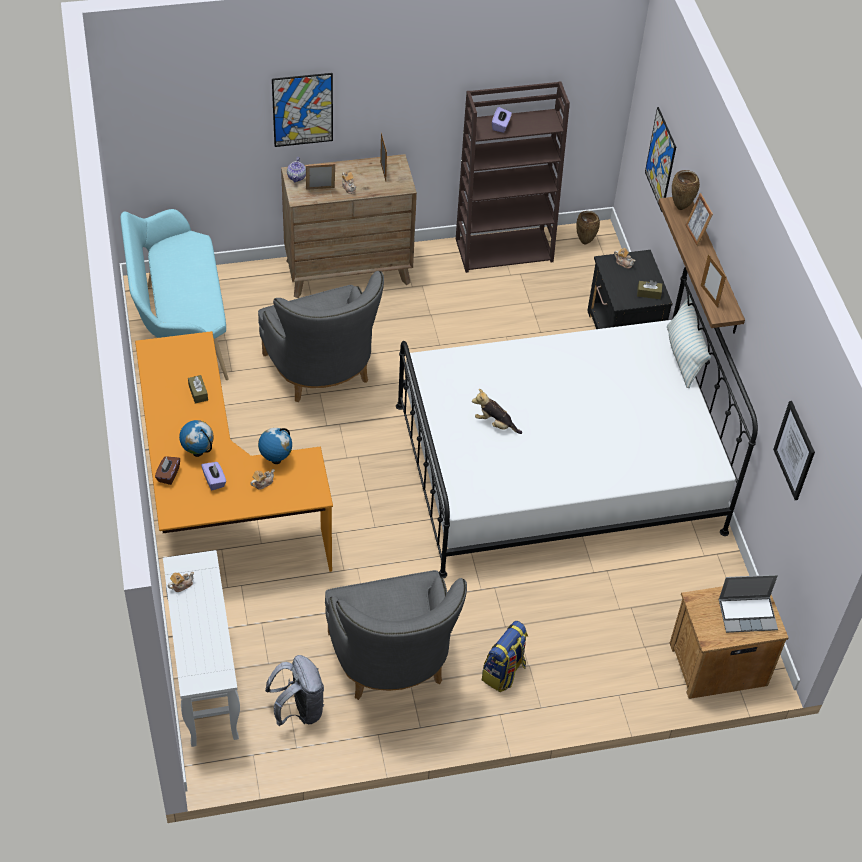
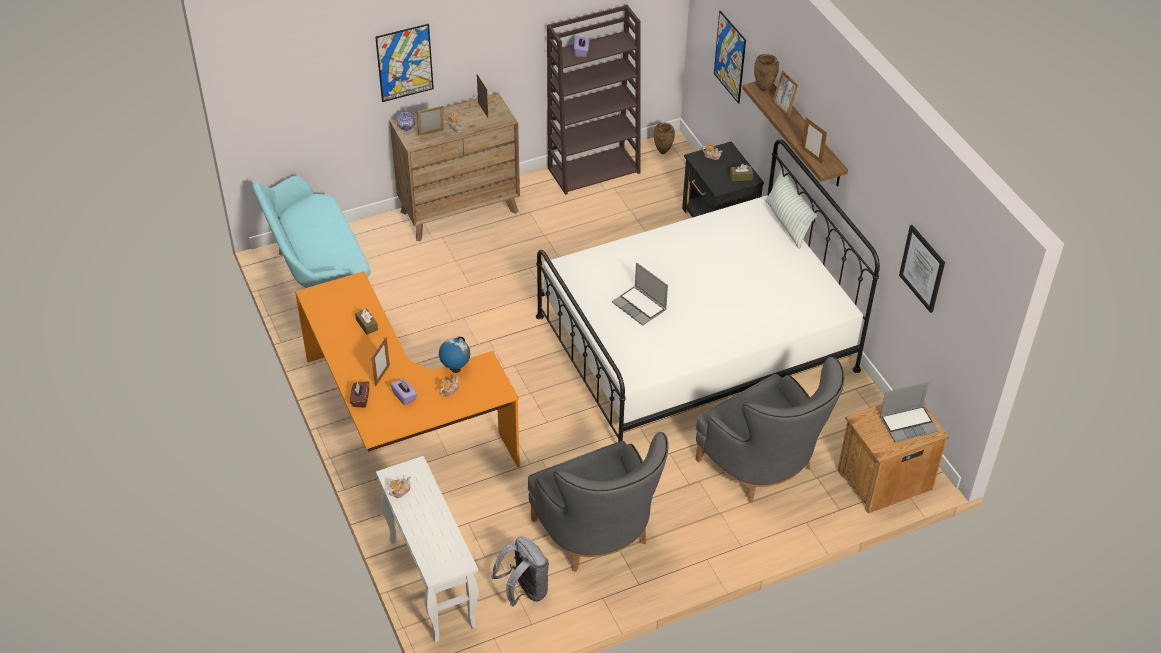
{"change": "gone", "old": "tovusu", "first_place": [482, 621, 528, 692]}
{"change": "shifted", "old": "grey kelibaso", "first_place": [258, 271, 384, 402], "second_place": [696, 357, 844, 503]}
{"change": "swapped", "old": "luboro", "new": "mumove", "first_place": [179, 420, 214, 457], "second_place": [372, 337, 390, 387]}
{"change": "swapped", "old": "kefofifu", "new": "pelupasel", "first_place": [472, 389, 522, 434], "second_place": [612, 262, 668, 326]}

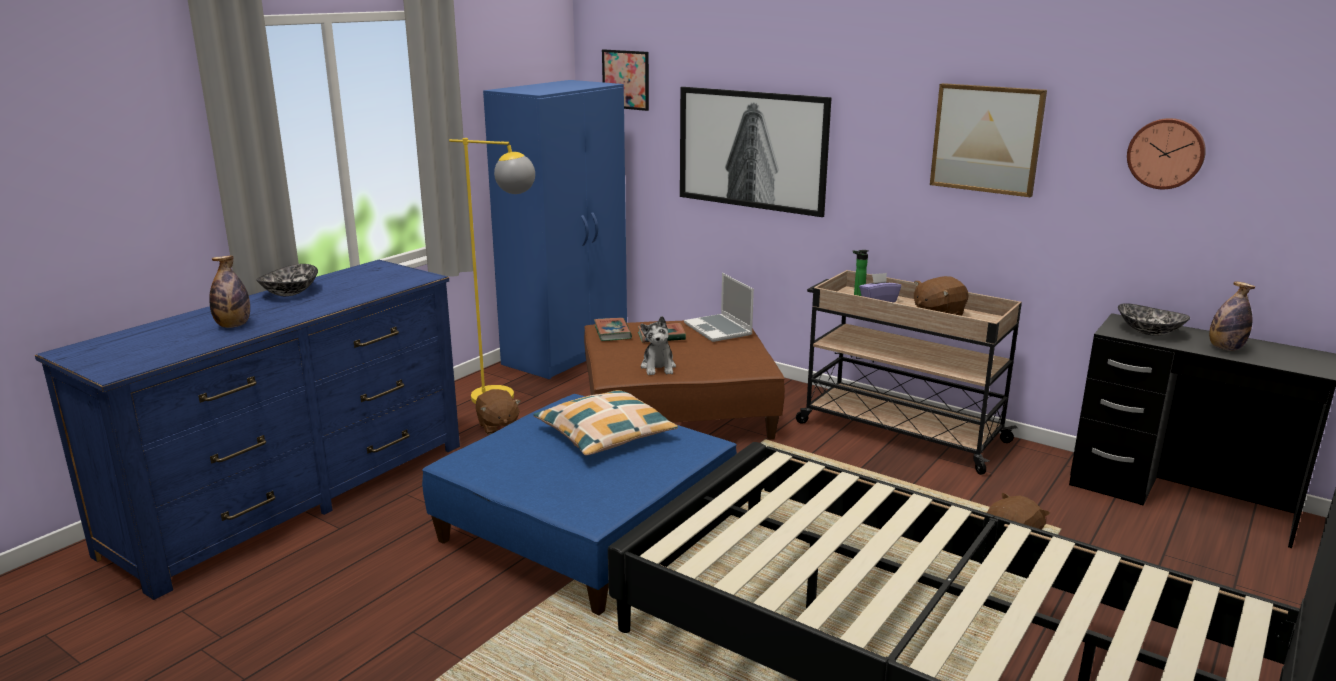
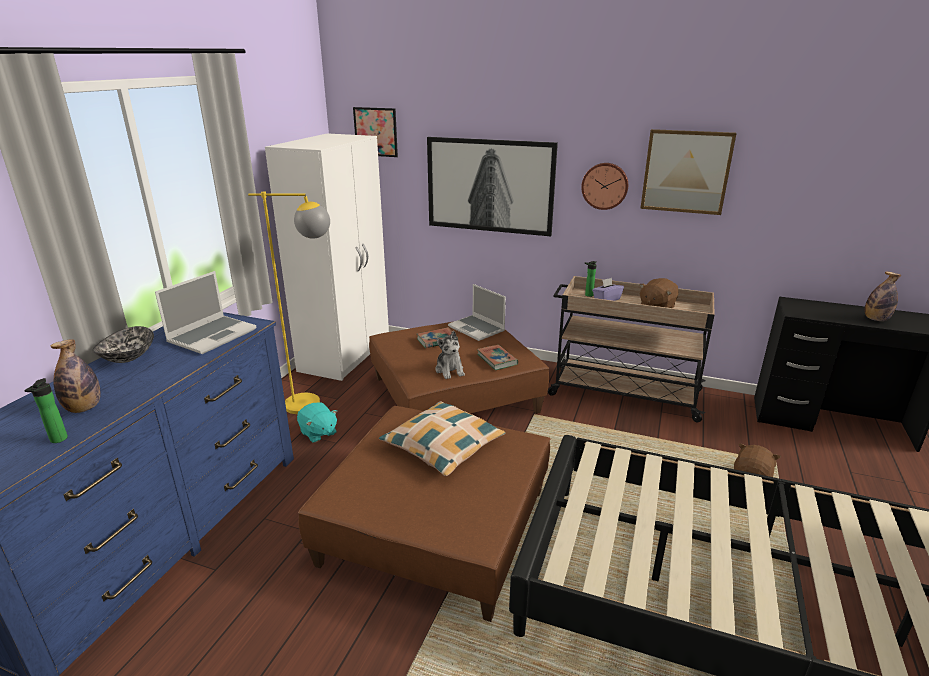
{"change": "gone", "old": "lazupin", "first_place": [1118, 303, 1190, 336]}
{"change": "new", "new": "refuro", "second_place": [24, 378, 68, 443]}
{"change": "new", "new": "pelupasel", "second_place": [155, 271, 256, 354]}
{"change": "shifted", "old": "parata", "first_place": [594, 318, 632, 341], "second_place": [477, 345, 518, 370]}
{"change": "shifted", "old": "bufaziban", "first_place": [1127, 118, 1206, 189], "second_place": [581, 163, 628, 210]}
{"change": "repainted", "old": "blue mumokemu", "new": "brown mumokemu", "first_place": [422, 394, 737, 615], "second_place": [298, 406, 550, 622]}
{"change": "repainted", "old": "brown kefofifu", "new": "turquoise kefofifu", "first_place": [475, 389, 521, 435], "second_place": [297, 403, 337, 443]}
{"change": "repainted", "old": "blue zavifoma", "new": "white zavifoma", "first_place": [483, 80, 627, 379], "second_place": [265, 133, 389, 381]}

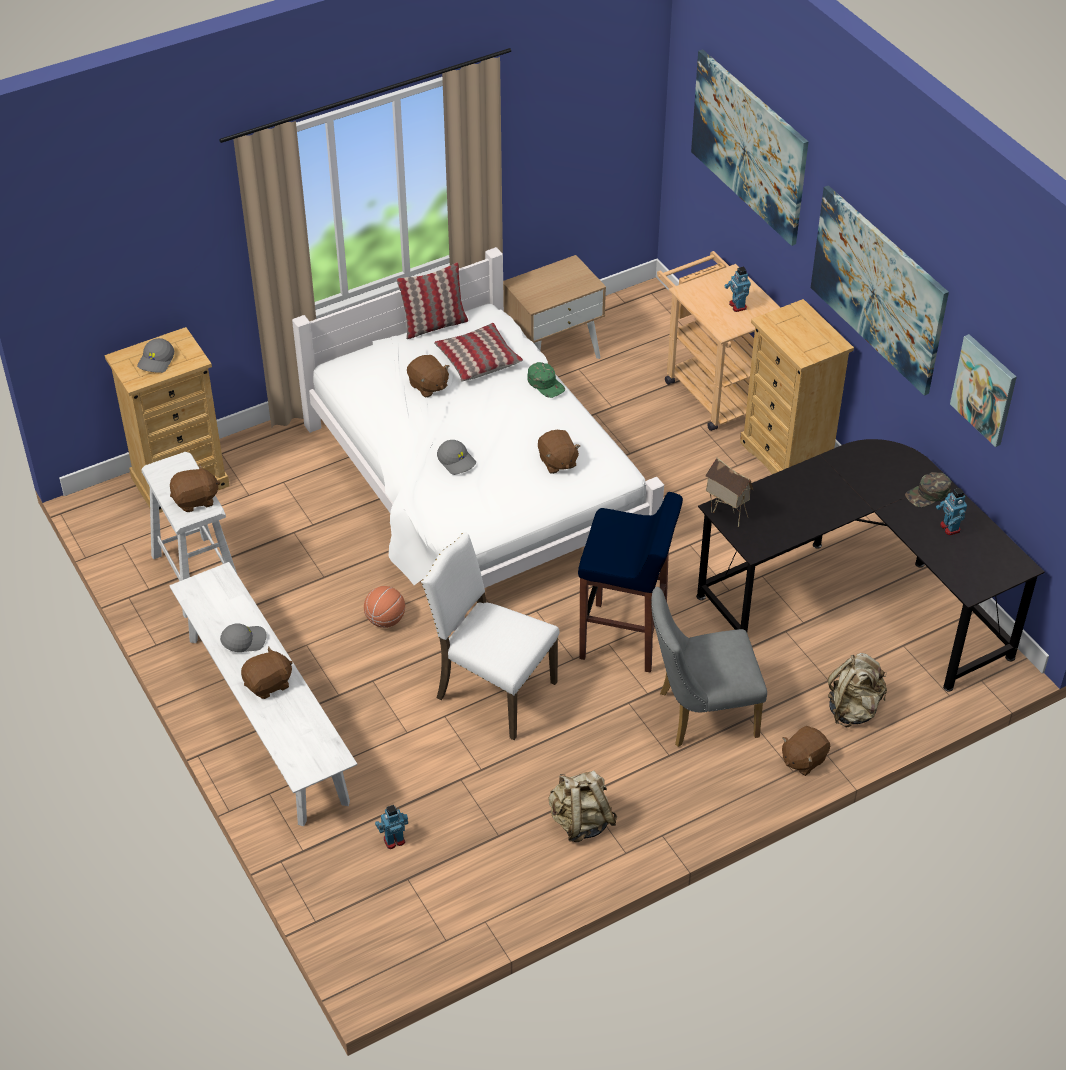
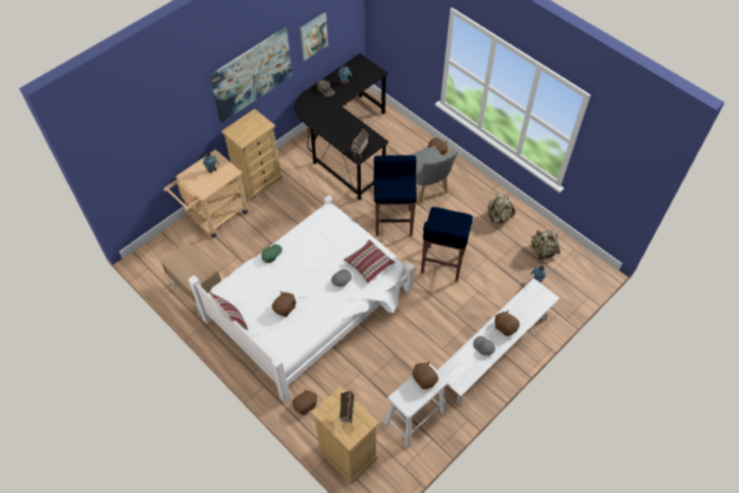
{"change": "gone", "old": "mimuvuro", "first_place": [364, 586, 405, 628]}
{"change": "gone", "old": "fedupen", "first_place": [691, 49, 809, 246]}
{"change": "shifted", "old": "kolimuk", "first_place": [434, 323, 523, 382], "second_place": [344, 240, 395, 283]}
{"change": "shifted", "old": "brown kefofifu", "first_place": [538, 430, 580, 474], "second_place": [292, 388, 317, 415]}
{"change": "shifted", "old": "beige tovusu", "first_place": [828, 653, 887, 727], "second_place": [531, 230, 560, 260]}
{"change": "swapped", "old": "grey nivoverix", "new": "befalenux", "first_place": [137, 338, 174, 373], "second_place": [340, 390, 355, 429]}
{"change": "swapped", "old": "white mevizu", "new": "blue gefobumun", "first_place": [421, 532, 560, 740], "second_place": [421, 207, 473, 282]}

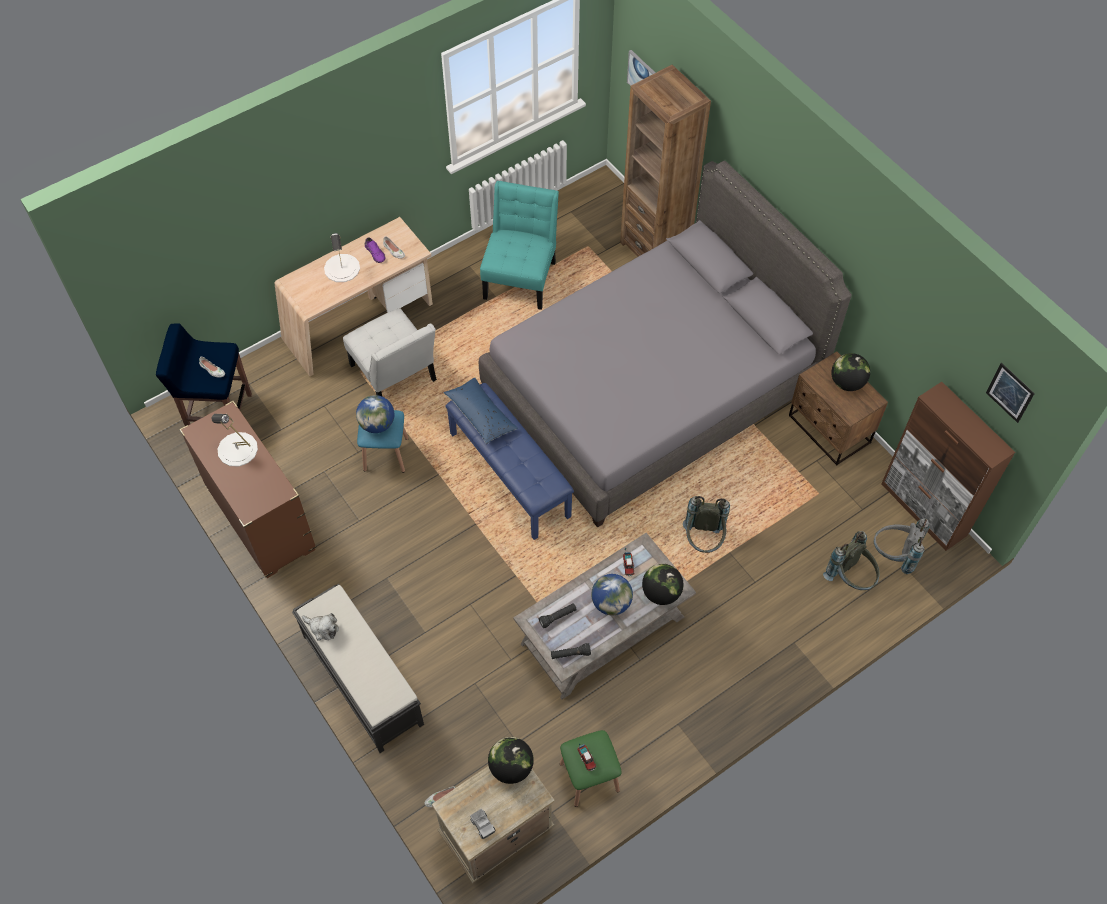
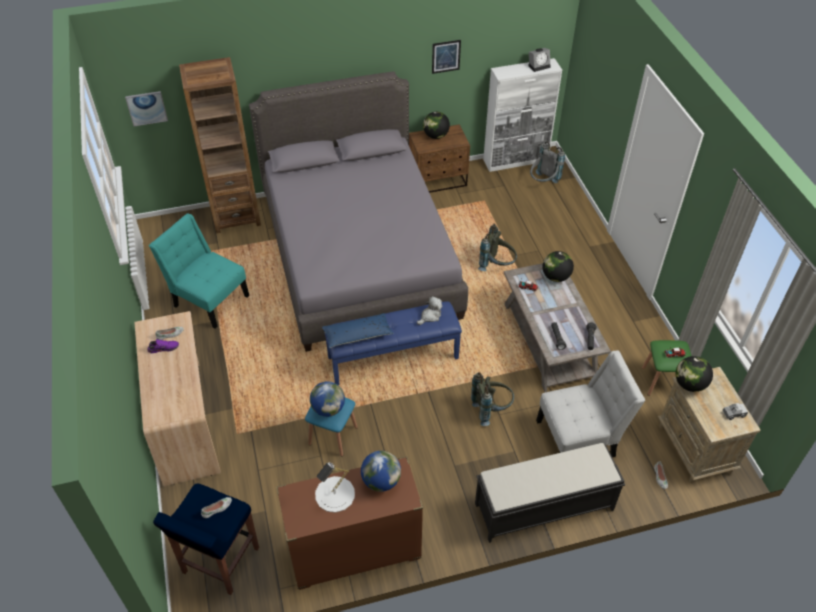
{"change": "gone", "old": "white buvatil", "first_place": [324, 233, 360, 282]}
{"change": "new", "new": "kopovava", "second_place": [528, 48, 550, 72]}
{"change": "shifted", "old": "kefofifu", "first_place": [302, 613, 339, 641], "second_place": [417, 296, 442, 325]}
{"change": "shifted", "old": "white mevizu", "first_place": [343, 308, 437, 397], "second_place": [536, 351, 645, 457]}
{"change": "shifted", "old": "luboro", "first_place": [591, 574, 633, 615], "second_place": [361, 451, 401, 492]}
{"change": "shifted", "old": "grey tovusu", "first_place": [823, 531, 880, 590], "second_place": [471, 372, 514, 426]}
{"change": "shifted", "old": "fedupen", "first_place": [986, 363, 1035, 423], "second_place": [432, 40, 461, 74]}
{"change": "repainted", "old": "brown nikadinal", "new": "white nikadinal", "first_place": [881, 382, 1015, 551], "second_place": [483, 58, 562, 172]}

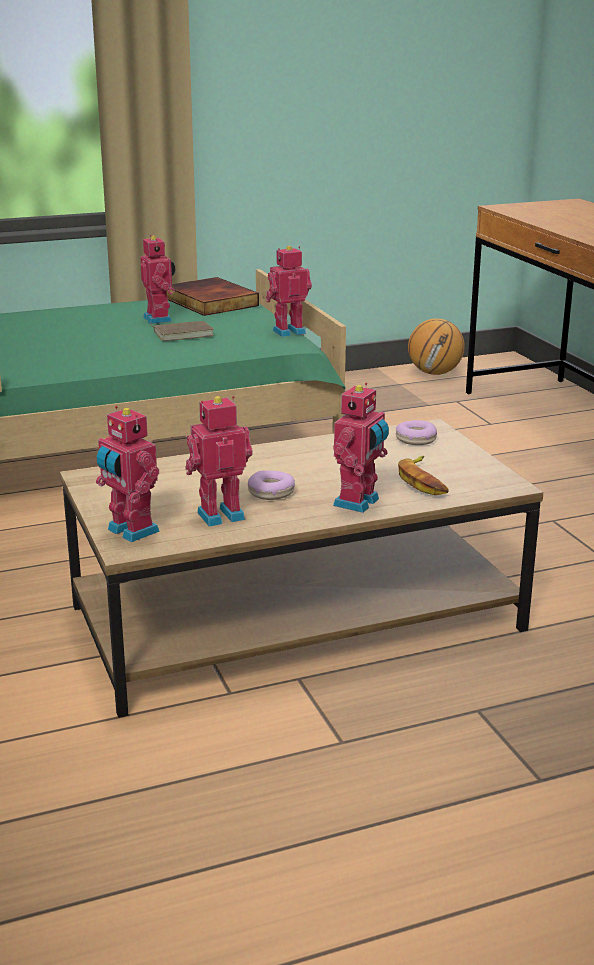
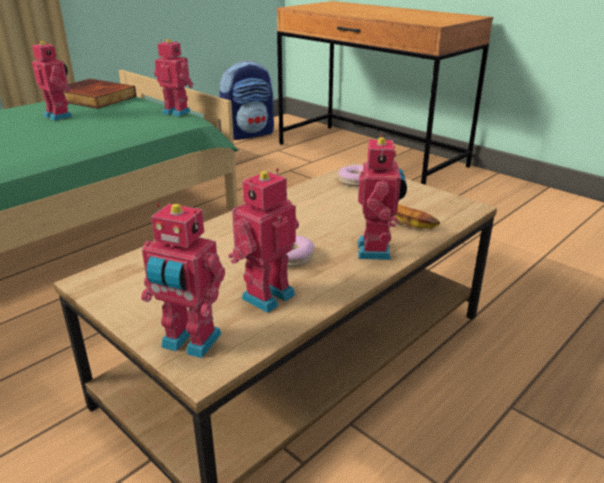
{"change": "gone", "old": "brown parata", "first_place": [151, 321, 214, 341]}
{"change": "swapped", "old": "mimuvuro", "new": "tovusu", "first_place": [408, 318, 465, 375], "second_place": [219, 61, 274, 140]}
{"change": "rotated", "old": "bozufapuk", "first_place": [266, 246, 312, 337], "second_place": [154, 39, 194, 116], "degrees": 75}

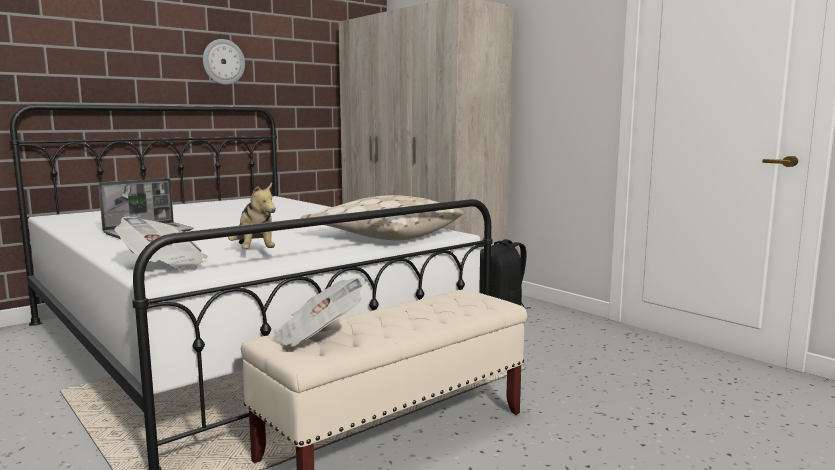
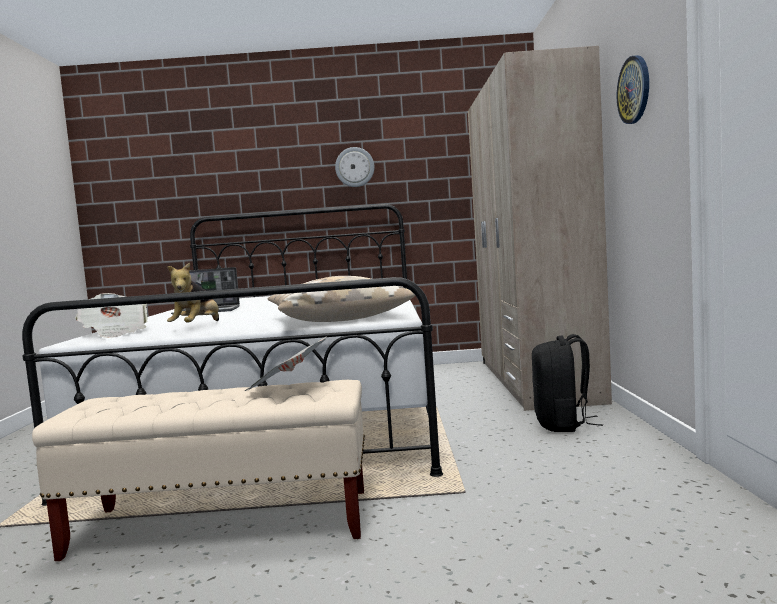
{"change": "new", "new": "bufaziban", "second_place": [617, 55, 649, 124]}
{"change": "shifted", "old": "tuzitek", "first_place": [268, 278, 366, 347], "second_place": [245, 336, 327, 391]}

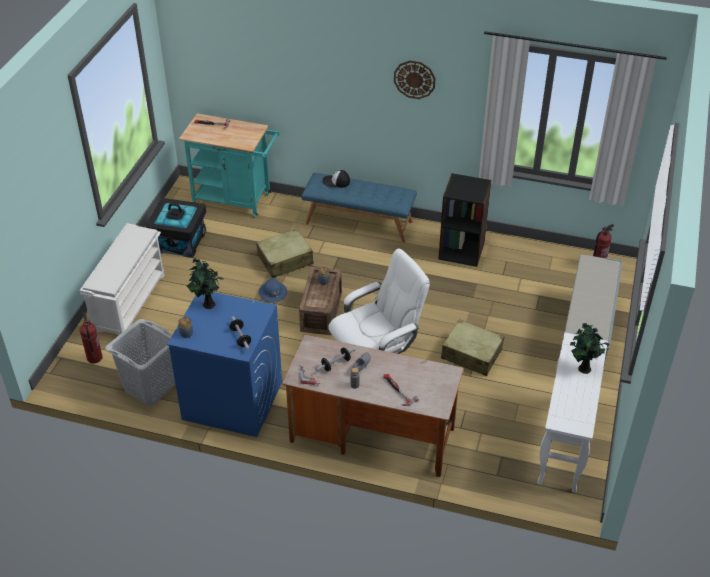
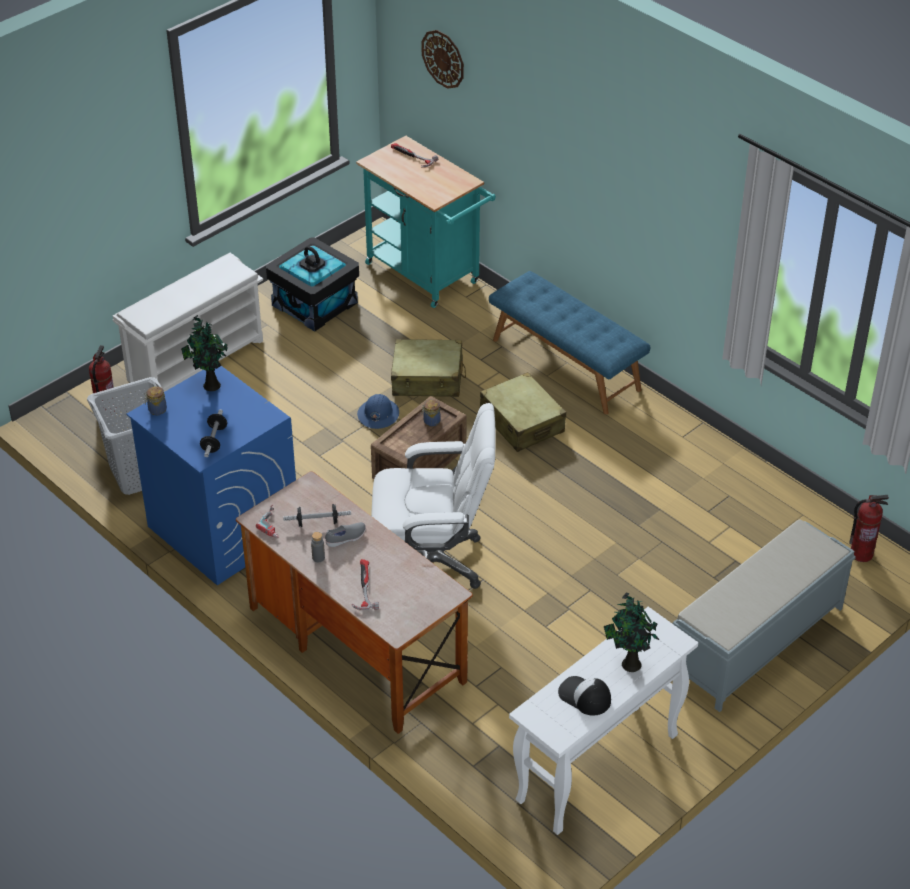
{"change": "gone", "old": "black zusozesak", "first_place": [439, 173, 492, 267]}
{"change": "shifted", "old": "nivoverix", "first_place": [323, 170, 350, 188], "second_place": [558, 676, 611, 715]}
{"change": "shifted", "old": "bufaziban", "first_place": [394, 61, 436, 99], "second_place": [421, 30, 464, 89]}
{"change": "shifted", "old": "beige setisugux", "first_place": [441, 319, 504, 376], "second_place": [480, 372, 566, 452]}

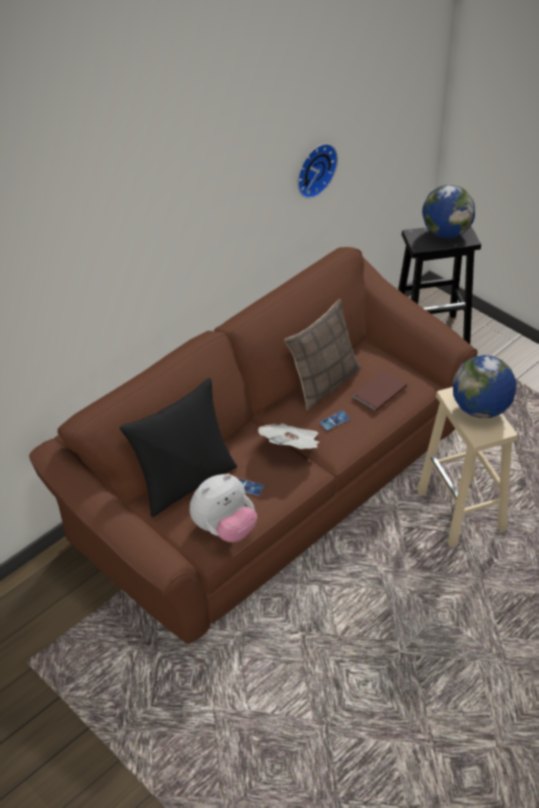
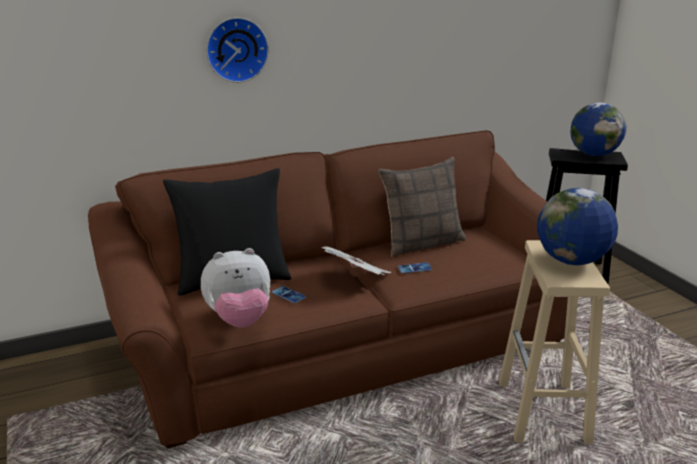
{"change": "gone", "old": "brown parata", "first_place": [352, 370, 407, 412]}
{"change": "shifted", "old": "bufaziban", "first_place": [297, 143, 338, 199], "second_place": [206, 17, 269, 83]}

